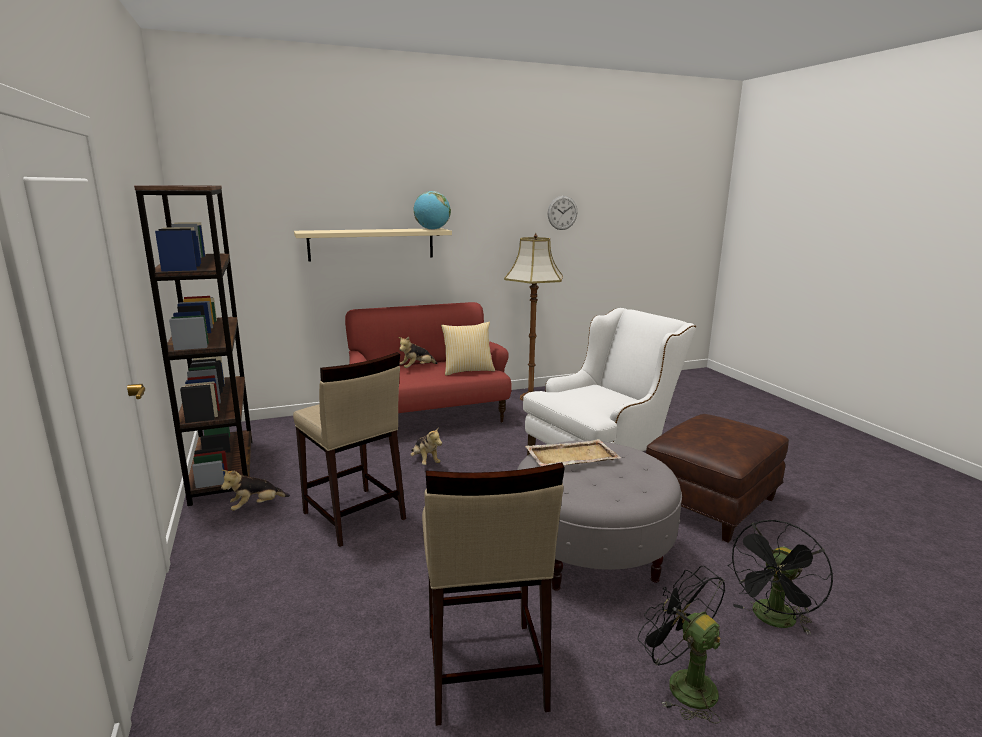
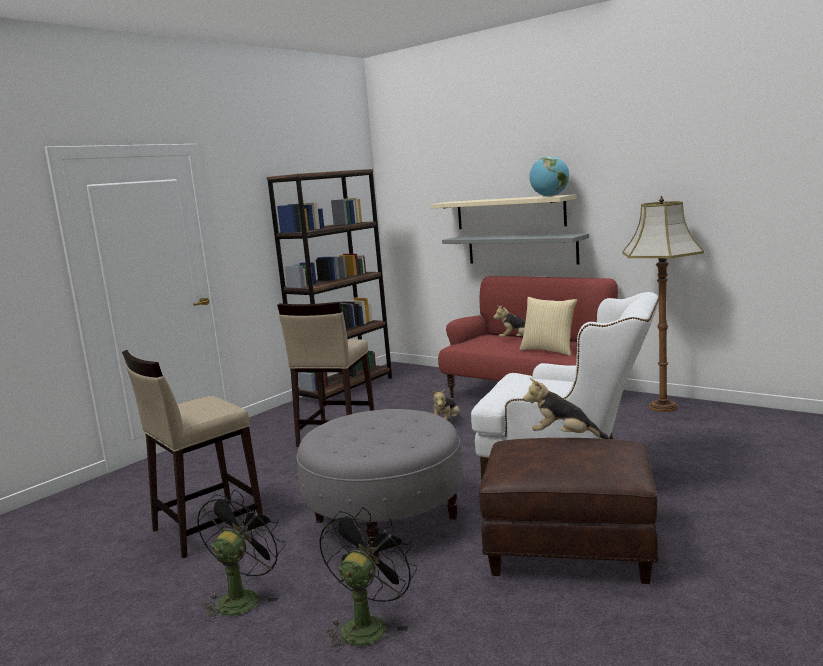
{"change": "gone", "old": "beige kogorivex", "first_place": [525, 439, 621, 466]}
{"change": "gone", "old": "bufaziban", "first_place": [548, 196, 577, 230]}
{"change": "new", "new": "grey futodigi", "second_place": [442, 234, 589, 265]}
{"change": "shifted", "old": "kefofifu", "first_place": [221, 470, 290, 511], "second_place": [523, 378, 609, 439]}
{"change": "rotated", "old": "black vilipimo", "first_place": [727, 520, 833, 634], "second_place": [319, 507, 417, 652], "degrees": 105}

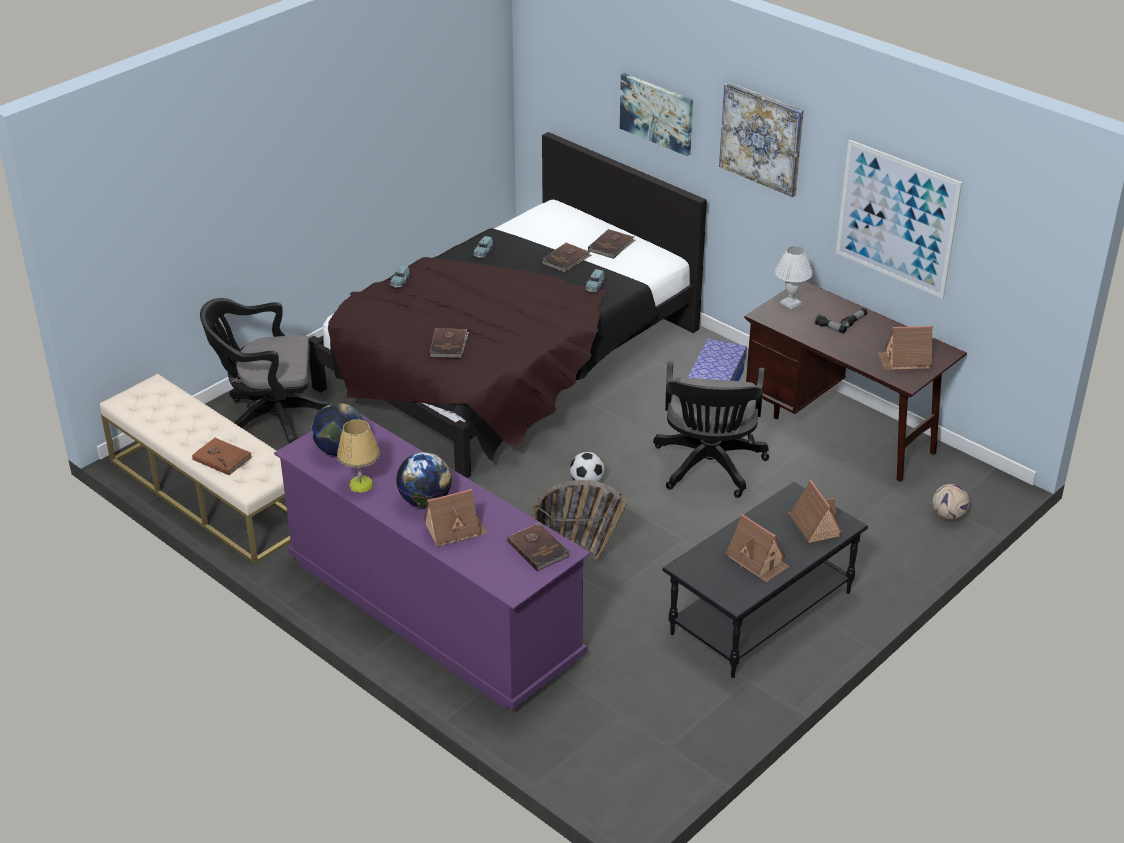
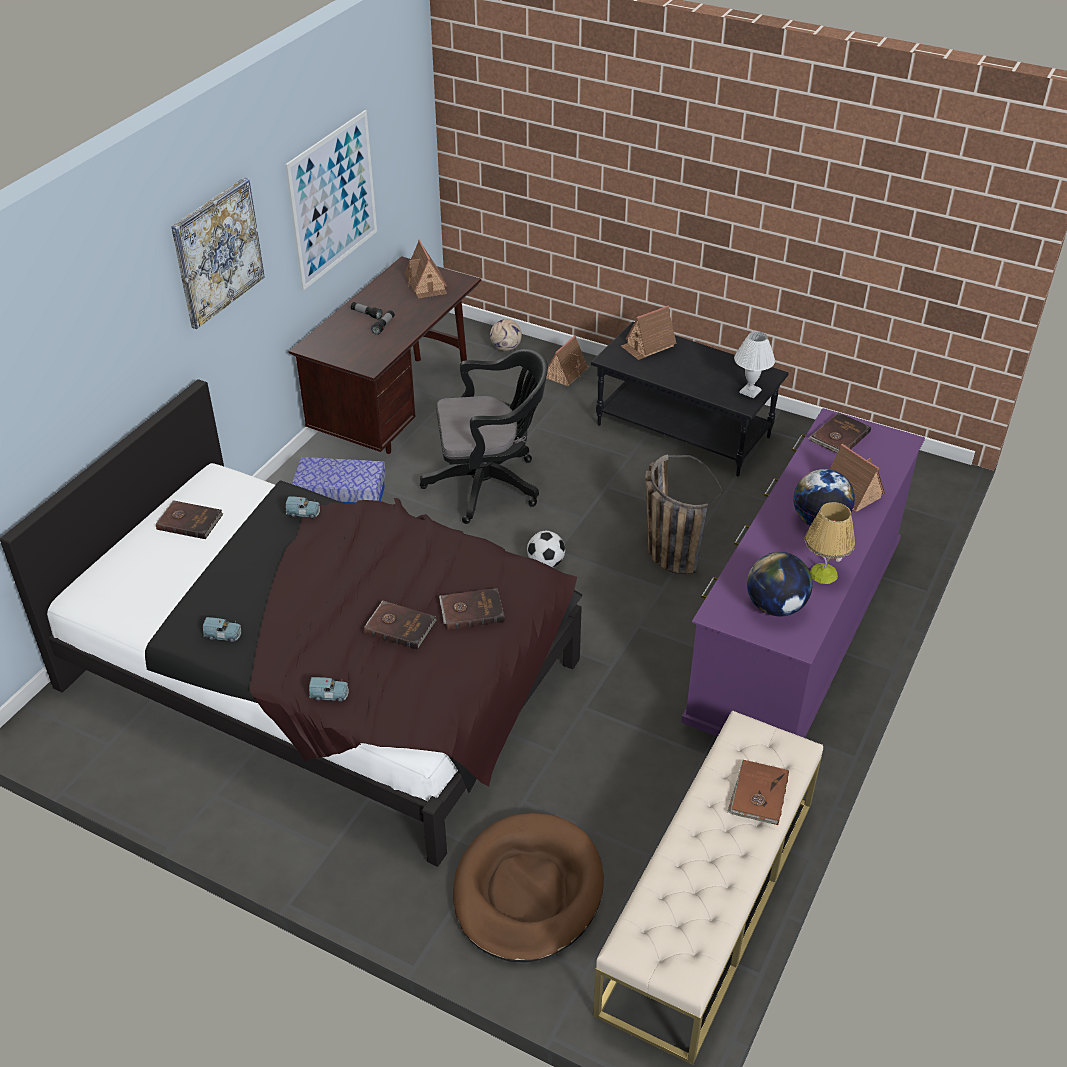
{"change": "gone", "old": "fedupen", "first_place": [620, 73, 693, 156]}
{"change": "shifted", "old": "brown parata", "first_place": [541, 243, 591, 273], "second_place": [364, 600, 437, 650]}
{"change": "shifted", "old": "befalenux", "first_place": [726, 514, 790, 582], "second_place": [546, 335, 590, 386]}
{"change": "shifted", "old": "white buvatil", "first_place": [775, 246, 813, 309], "second_place": [734, 331, 775, 398]}
{"change": "swapped", "old": "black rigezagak", "new": "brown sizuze", "first_place": [200, 298, 333, 444], "second_place": [453, 813, 604, 962]}

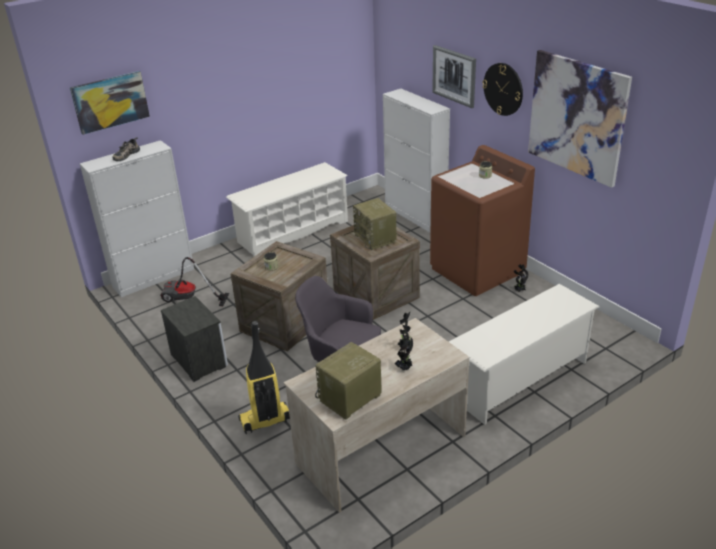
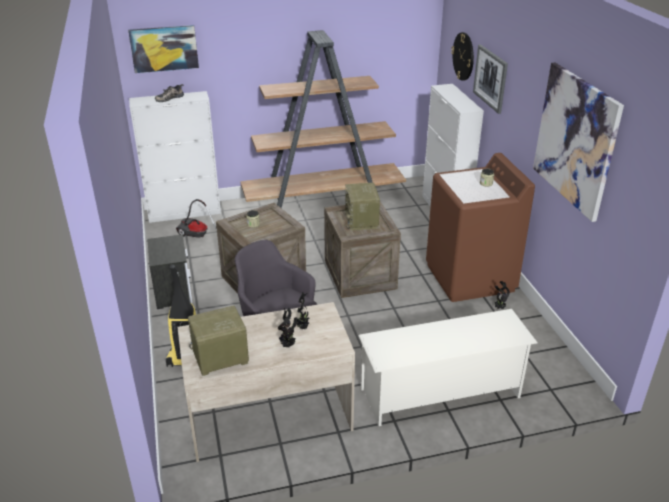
{"change": "shifted", "old": "bufaziban", "first_place": [482, 63, 523, 116], "second_place": [451, 32, 474, 81]}
{"change": "swapped", "old": "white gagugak", "new": "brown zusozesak", "first_place": [226, 162, 348, 257], "second_place": [240, 30, 406, 208]}

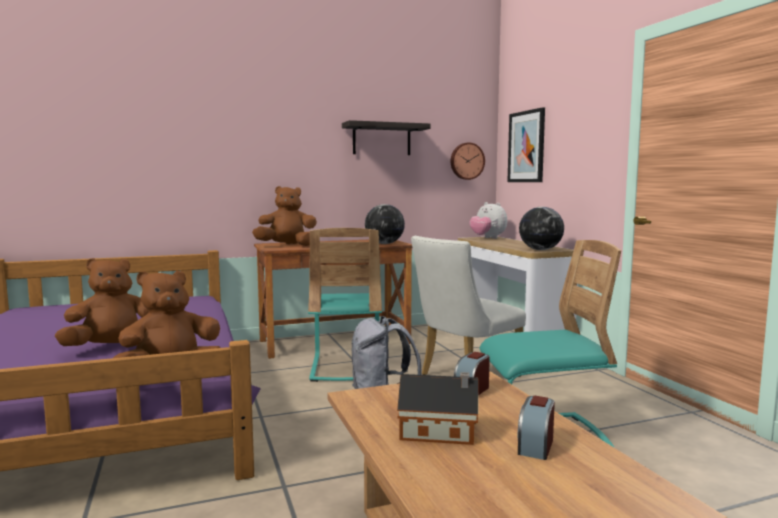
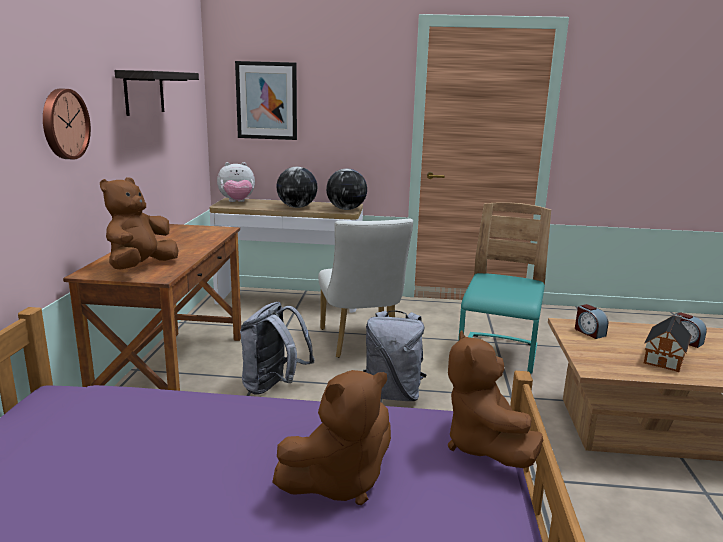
{"change": "shifted", "old": "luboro", "first_place": [365, 204, 405, 244], "second_place": [276, 167, 318, 208]}
{"change": "shifted", "old": "bufaziban", "first_place": [451, 142, 485, 180], "second_place": [43, 89, 91, 159]}
{"change": "swapped", "old": "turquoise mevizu", "new": "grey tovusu", "first_place": [308, 228, 382, 382], "second_place": [240, 302, 315, 395]}
{"change": "rotated", "old": "brown kefofifu", "first_place": [55, 258, 148, 346], "second_place": [272, 370, 391, 505], "degrees": -120}

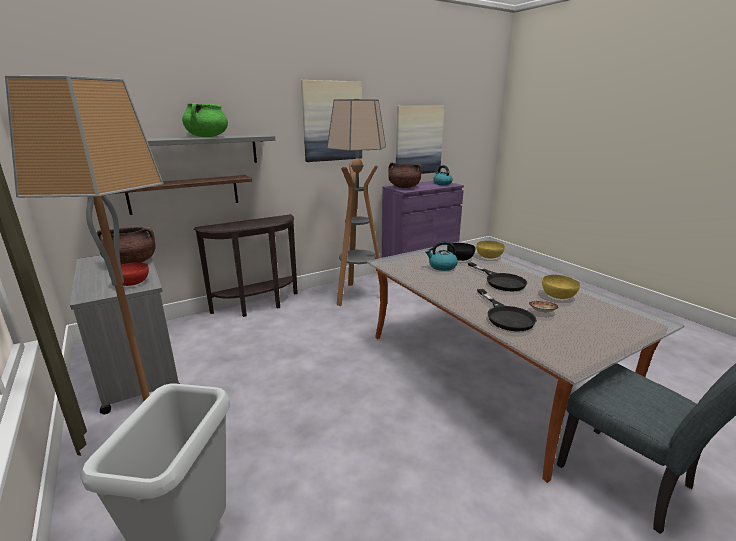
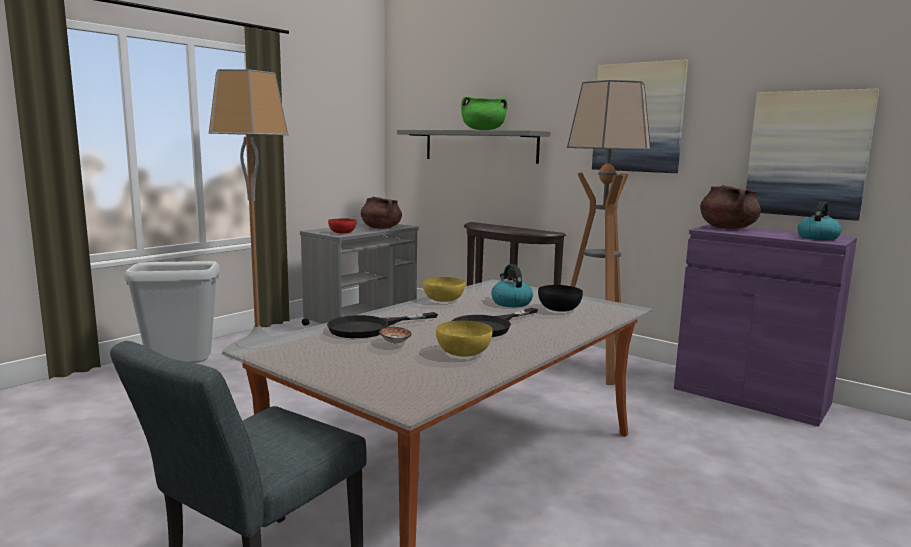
{"change": "gone", "old": "futodigi", "first_place": [115, 175, 252, 215]}
{"change": "shifted", "old": "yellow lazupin", "first_place": [476, 241, 505, 259], "second_place": [423, 277, 465, 302]}

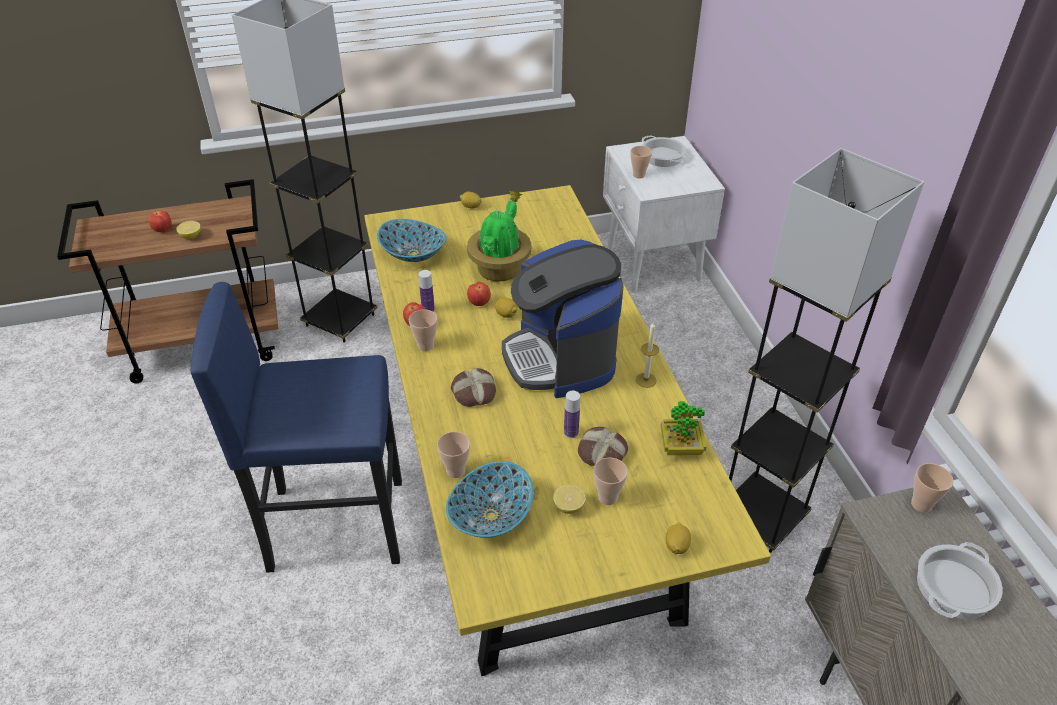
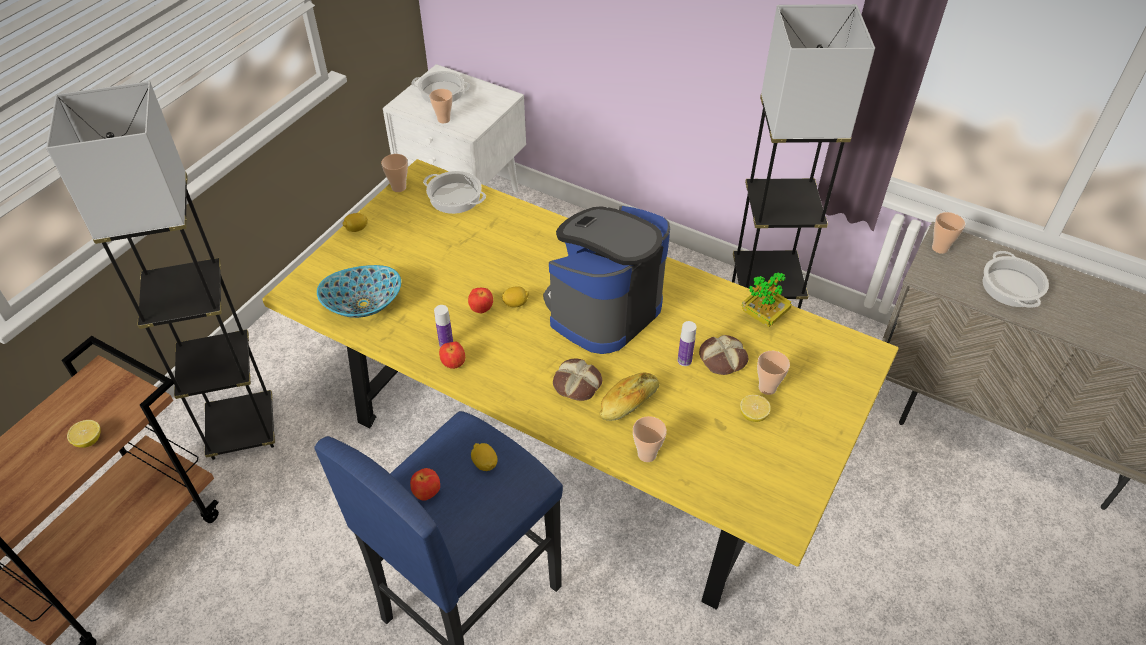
{"change": "gone", "old": "lazupin", "first_place": [446, 461, 534, 538]}
{"change": "gone", "old": "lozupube", "first_place": [467, 191, 531, 281]}
{"change": "gone", "old": "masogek", "first_place": [636, 322, 659, 388]}
{"change": "new", "new": "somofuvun", "second_place": [423, 171, 486, 214]}
{"change": "new", "new": "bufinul", "second_place": [600, 373, 659, 421]}
{"change": "shifted", "old": "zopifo", "first_place": [149, 211, 172, 233], "second_place": [410, 468, 440, 501]}
{"change": "shifted", "old": "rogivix", "first_place": [409, 310, 437, 351], "second_place": [381, 154, 408, 192]}
{"change": "shifted", "old": "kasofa", "first_place": [666, 522, 691, 554], "second_place": [471, 443, 498, 471]}
{"change": "rotated", "old": "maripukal", "first_place": [502, 240, 624, 398], "second_place": [543, 206, 670, 354], "degrees": 105}

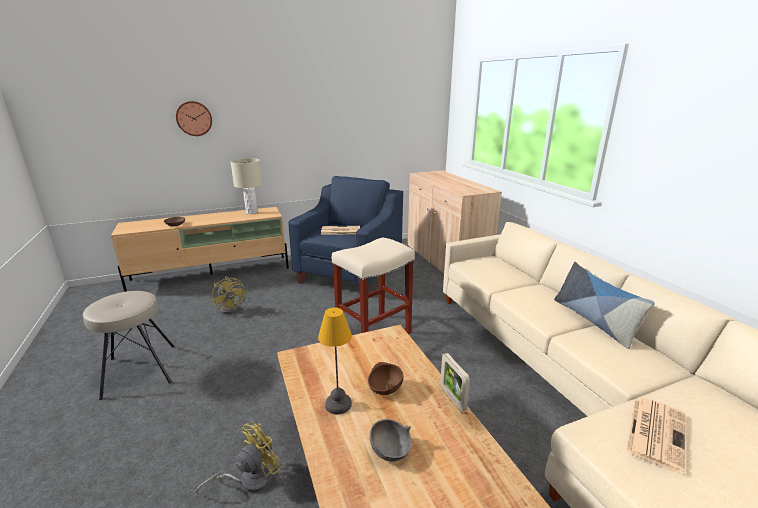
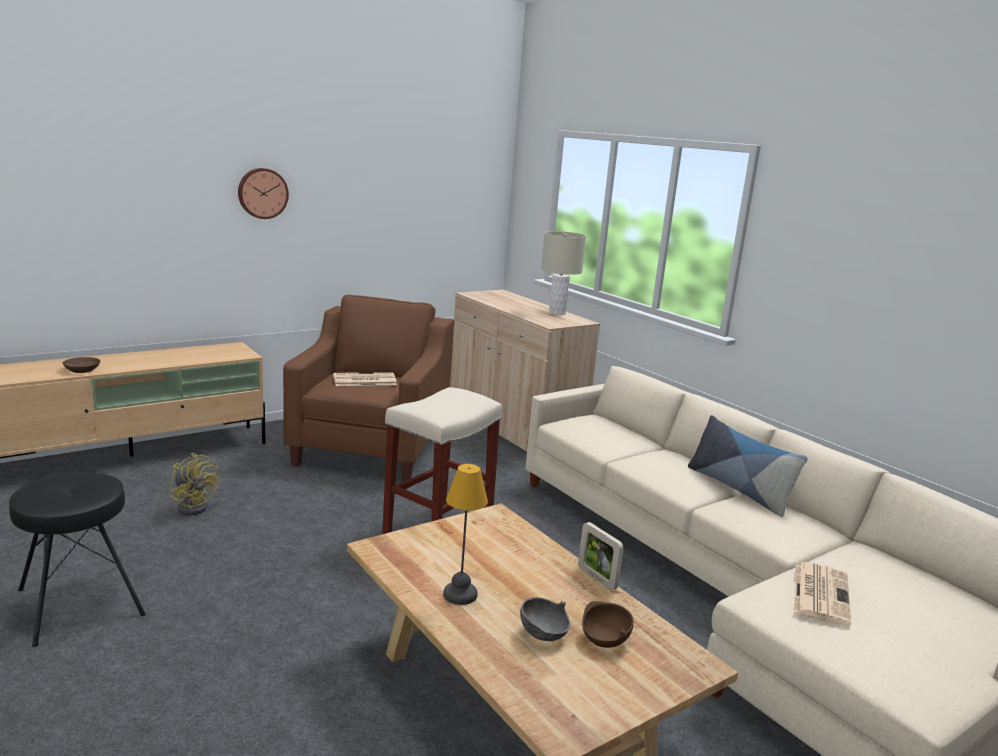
{"change": "gone", "old": "yellow vilipimo", "first_place": [196, 422, 284, 494]}
{"change": "shifted", "old": "bufaziban", "first_place": [176, 101, 212, 136], "second_place": [238, 168, 289, 219]}
{"change": "shifted", "old": "beige buvatil", "first_place": [231, 158, 262, 214], "second_place": [541, 231, 586, 315]}
{"change": "shifted", "old": "brown lazupin", "first_place": [368, 362, 404, 395], "second_place": [582, 601, 634, 648]}
{"change": "repainted", "old": "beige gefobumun", "new": "black gefobumun", "first_place": [83, 291, 174, 400], "second_place": [9, 472, 146, 647]}
{"change": "repainted", "old": "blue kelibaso", "new": "brown kelibaso", "first_place": [288, 176, 403, 293], "second_place": [283, 295, 454, 482]}

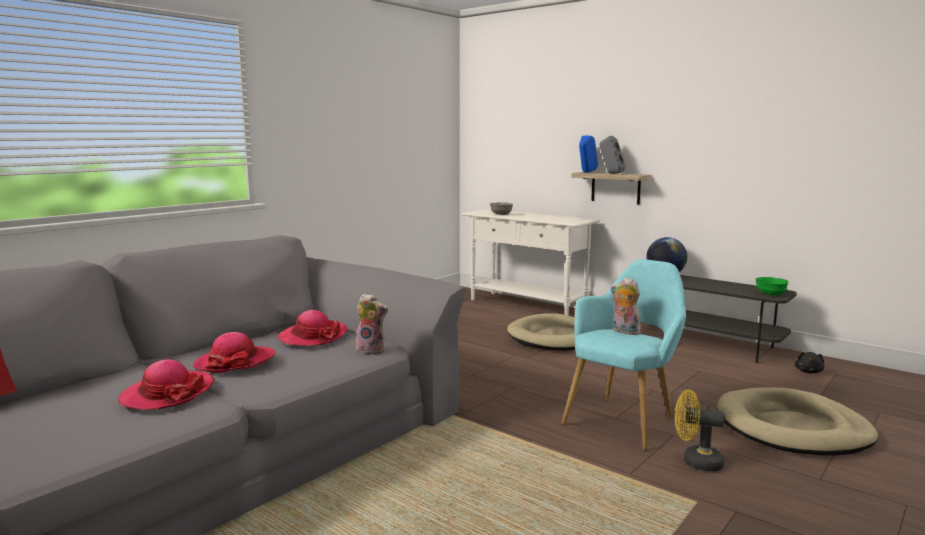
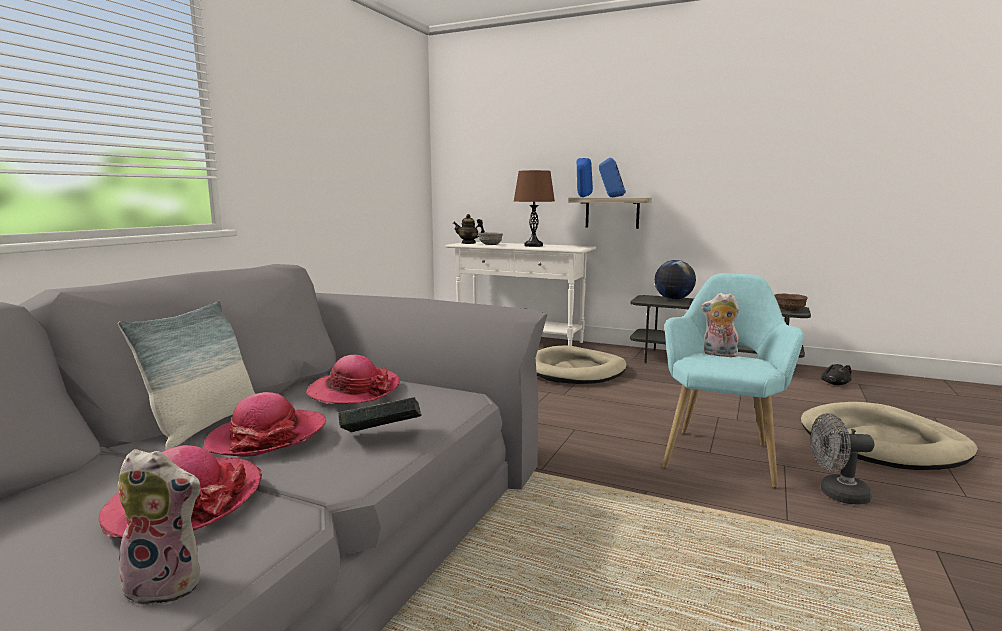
{"change": "new", "new": "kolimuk", "second_place": [118, 301, 255, 450]}
{"change": "new", "new": "parata", "second_place": [338, 397, 422, 433]}
{"change": "new", "new": "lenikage", "second_place": [453, 214, 485, 244]}
{"change": "new", "new": "brown buvatil", "second_place": [514, 170, 555, 247]}
{"change": "shifted", "old": "kefofifu", "first_place": [354, 293, 388, 355], "second_place": [117, 449, 202, 606]}
{"change": "repainted", "old": "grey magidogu", "new": "blue magidogu", "first_place": [599, 136, 626, 174], "second_place": [599, 157, 626, 197]}
{"change": "repainted", "old": "yellow vilipimo", "new": "grey vilipimo", "first_place": [675, 390, 725, 472], "second_place": [810, 413, 874, 504]}
{"change": "repainted", "old": "green lazupin", "new": "brown lazupin", "first_place": [755, 277, 788, 296], "second_place": [774, 294, 808, 311]}

